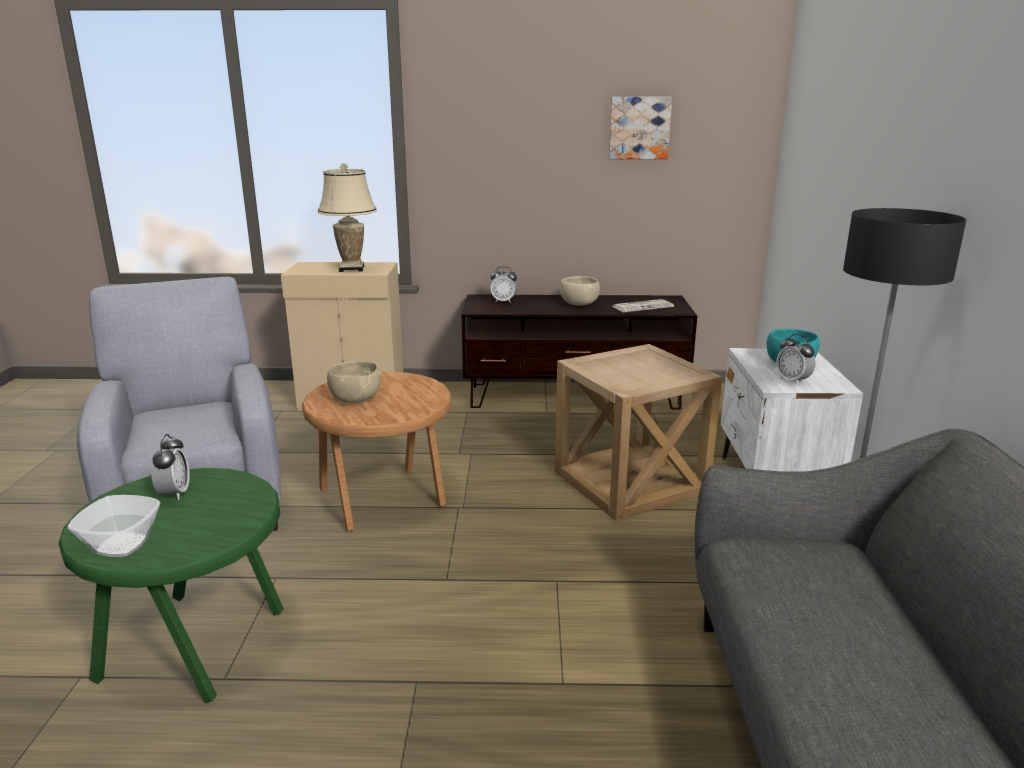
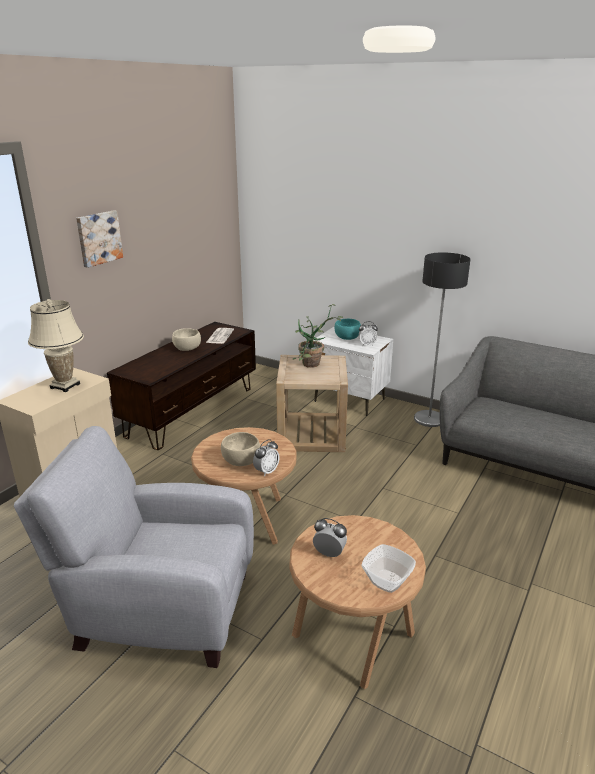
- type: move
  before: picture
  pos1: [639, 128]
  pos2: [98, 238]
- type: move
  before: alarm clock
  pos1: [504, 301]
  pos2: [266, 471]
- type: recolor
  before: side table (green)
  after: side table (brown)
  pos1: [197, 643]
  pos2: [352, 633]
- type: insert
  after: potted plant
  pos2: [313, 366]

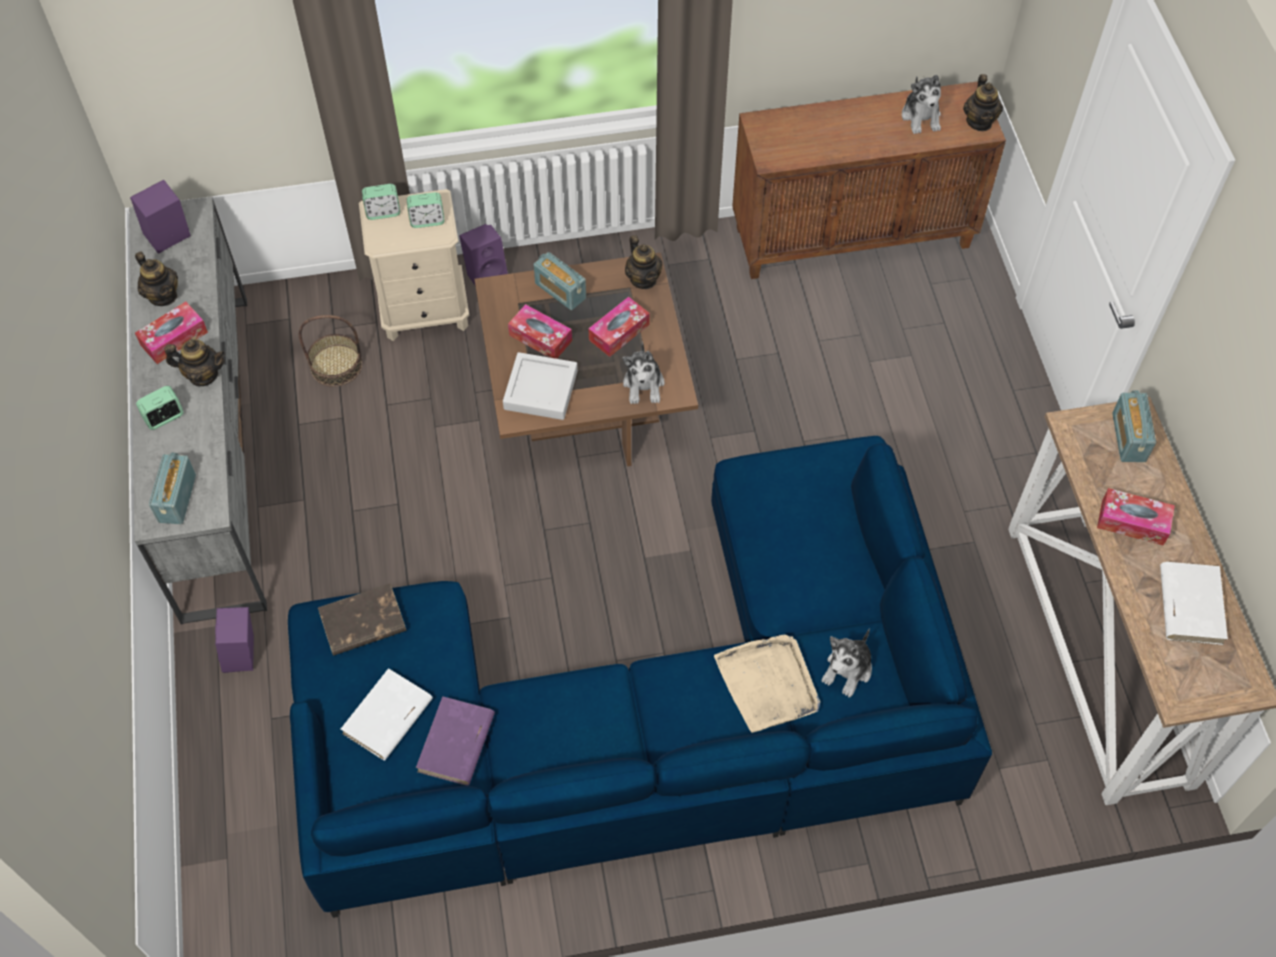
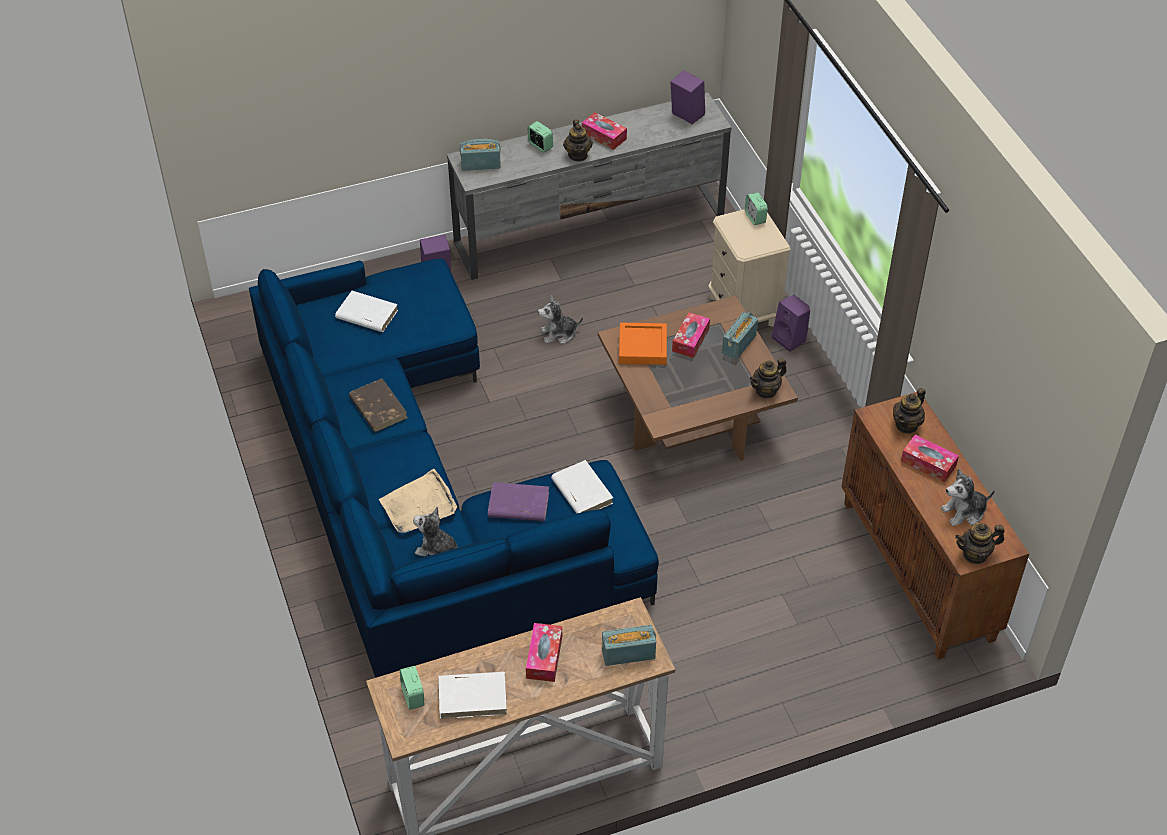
- type: move
  before: alarm clock
  pos1: [427, 220]
  pos2: [413, 696]
- type: move
  before: teapot
  pos1: [163, 295]
  pos2: [907, 425]
- type: move
  before: tissue box
  pos1: [619, 332]
  pos2: [928, 463]
- type: delete
  before: basket
  pos1: [336, 365]
- type: move
  before: plush toy
  pos1: [644, 384]
  pos2: [559, 334]
- type: recolor
  before: tray (grey)
  after: tray (orange)
  pos1: [540, 390]
  pos2: [642, 347]
- type: move
  before: book (brown)
  pos1: [362, 623]
  pos2: [378, 407]
- type: move
  before: book (purple)
  pos1: [456, 744]
  pos2: [518, 505]
- type: insert
  after: book (white)
  pos2: [581, 491]

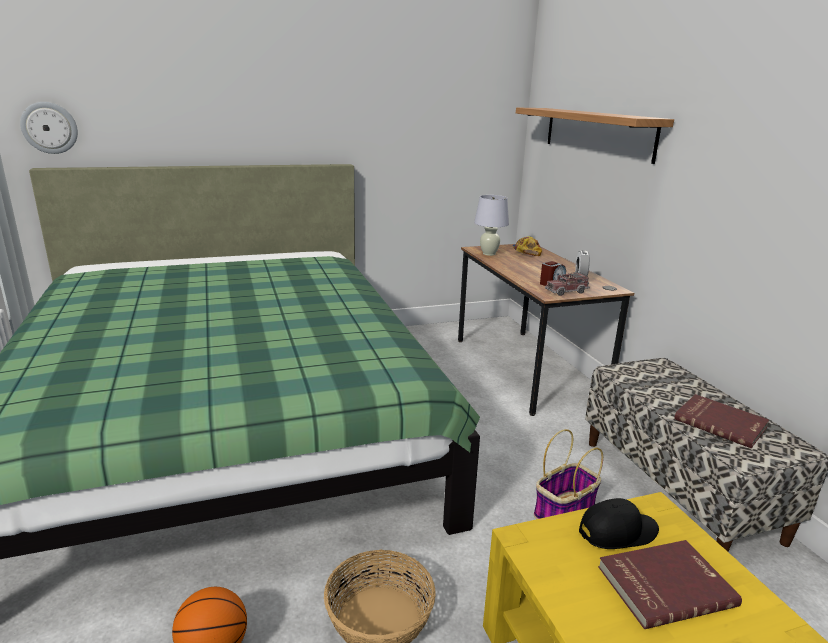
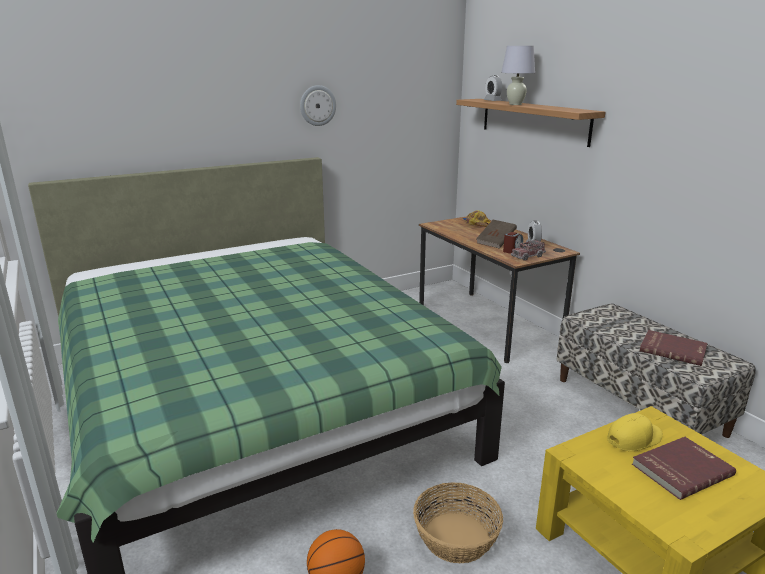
- type: move
  before: wall clock
  pos1: [49, 128]
  pos2: [317, 105]
- type: move
  before: table lamp (white)
  pos1: [488, 254]
  pos2: [515, 104]
- type: delete
  before: basket
  pos1: [564, 512]
- type: recolor
  before: cap (black)
  after: cap (yellow)
  pos1: [617, 532]
  pos2: [634, 438]
- type: insert
  after: alarm clock
  pos2: [492, 101]
- type: insert
  after: book (brown)
  pos2: [495, 242]

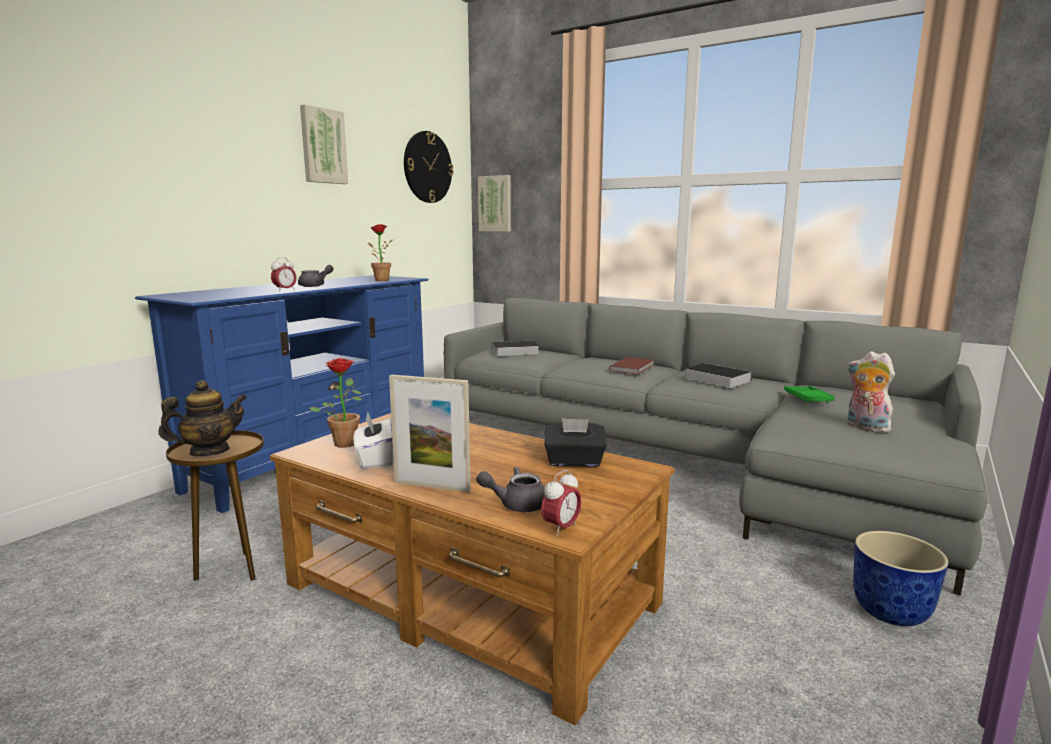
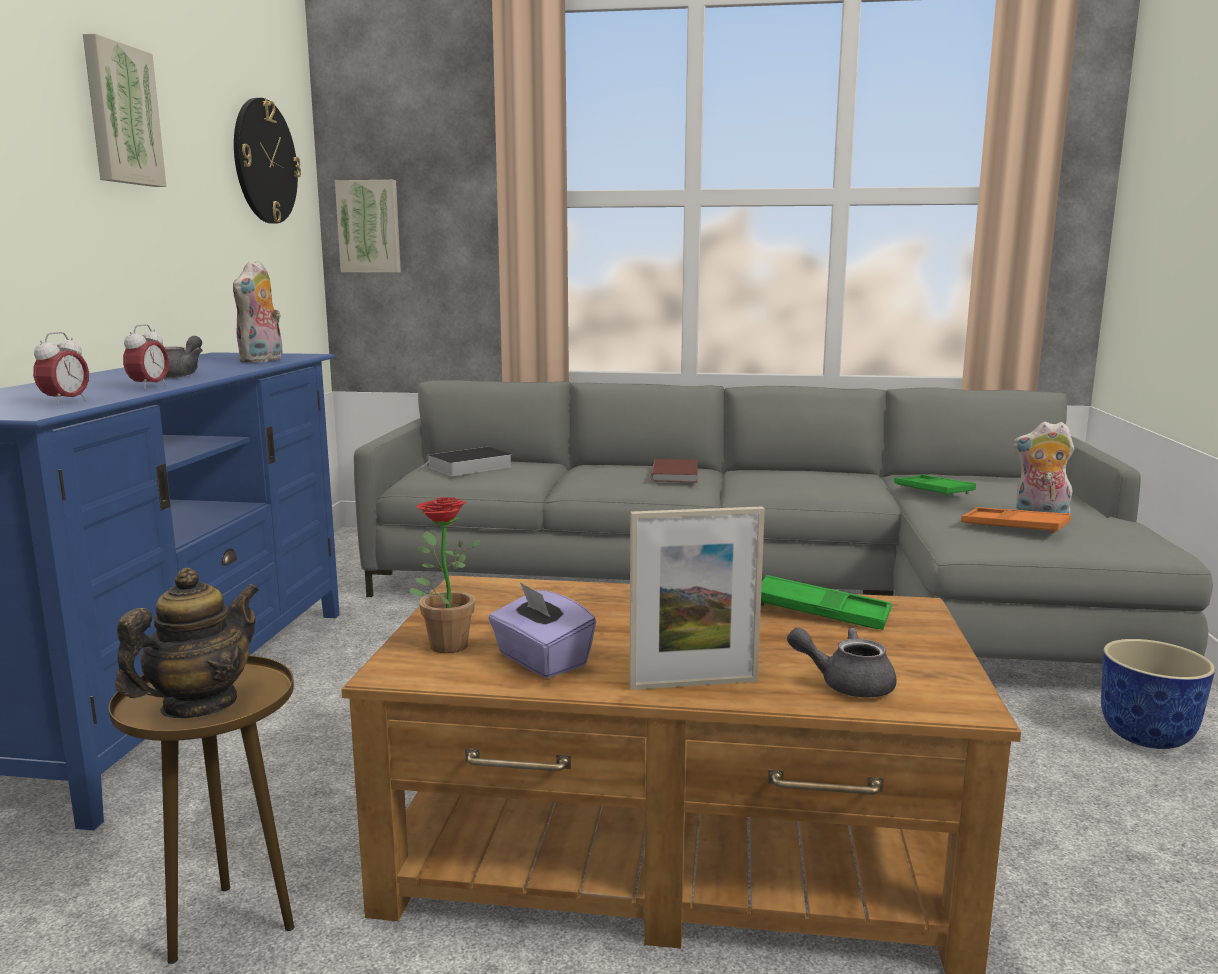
- type: replace
  before: potted plant
  after: plush toy
  pos1: [379, 280]
  pos2: [262, 361]
- type: delete
  before: book
  pos1: [714, 379]
- type: recolor
  before: tissue box (white)
  after: tissue box (purple)
  pos1: [375, 459]
  pos2: [541, 660]
- type: replace
  before: tissue box (black)
  after: tray (green)
  pos1: [574, 461]
  pos2: [821, 612]
- type: rotate
  before: teapot (grey)
  pos1: [516, 504]
  pos2: [846, 684]
  turn: 45
- type: move
  before: alarm clock
  pos1: [561, 528]
  pos2: [65, 402]
- type: insert
  after: tray (orange)
  pos2: [1014, 526]

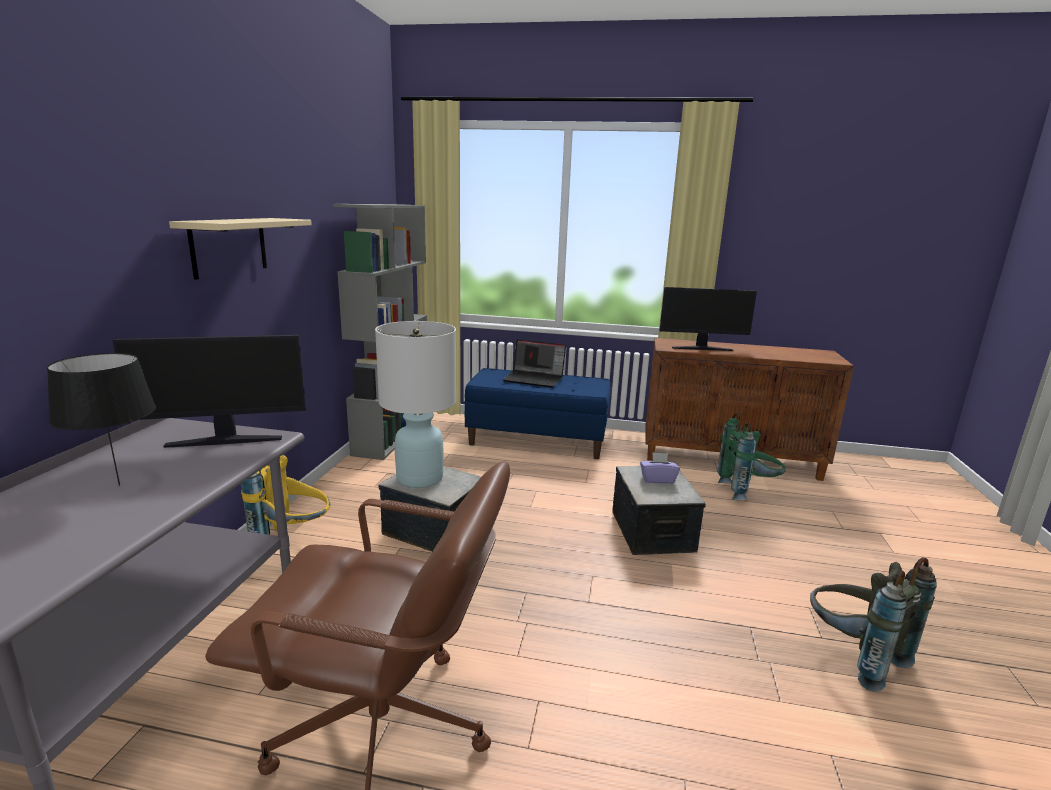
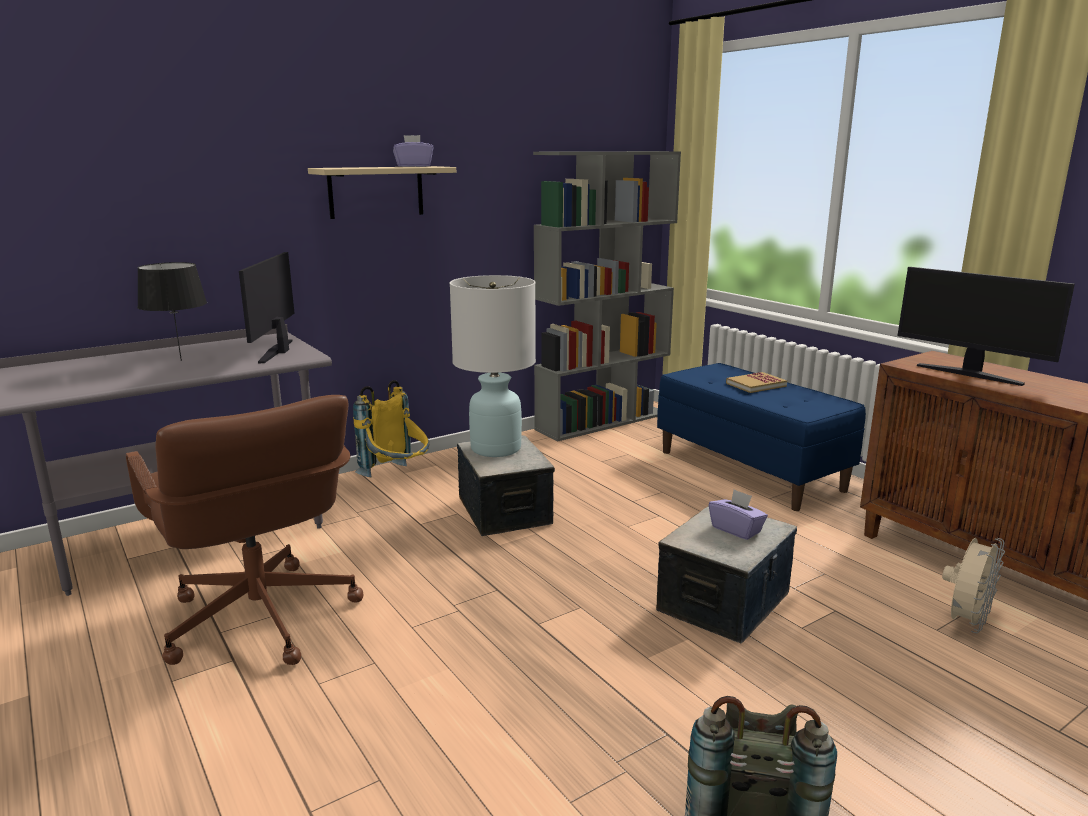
- type: rotate
  before: monitor
  pos1: [225, 441]
  pos2: [279, 351]
  turn: 60
- type: replace
  before: laptop
  after: book
  pos1: [534, 379]
  pos2: [756, 385]
- type: replace
  before: backpack (green)
  after: fan (beige)
  pos1: [748, 492]
  pos2: [966, 622]
- type: insert
  after: tissue box (purple)
  pos2: [413, 166]

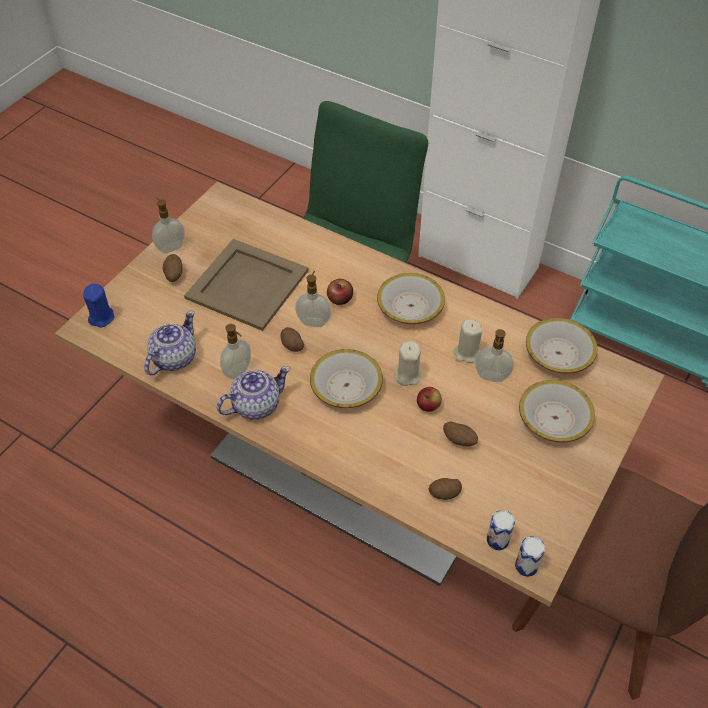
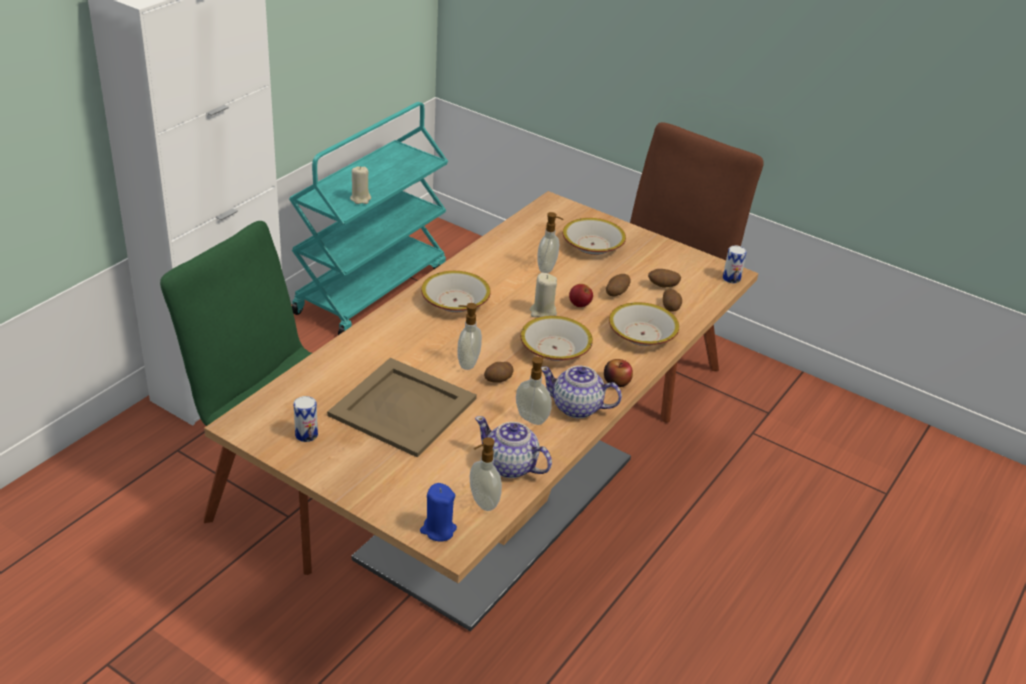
- type: move
  before: soap dispenser
  pos1: [171, 247]
  pos2: [482, 502]
- type: move
  before: potato
  pos1: [174, 275]
  pos2: [662, 286]
- type: move
  before: apple
  pos1: [340, 299]
  pos2: [616, 382]
- type: move
  before: bowl
  pos1: [558, 353]
  pos2: [642, 334]
- type: move
  before: candle (beige)
  pos1: [467, 353]
  pos2: [360, 199]
- type: rotate
  before: teapot
  pos1: [255, 405]
  pos2: [577, 407]
  turn: -45
- type: move
  before: can
  pos1: [497, 540]
  pos2: [306, 435]

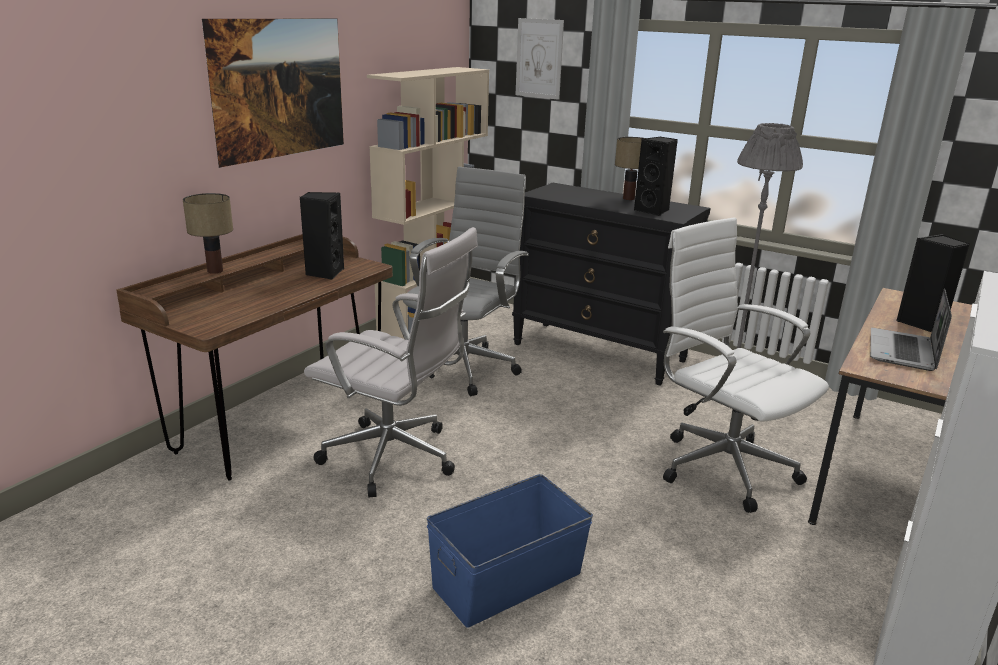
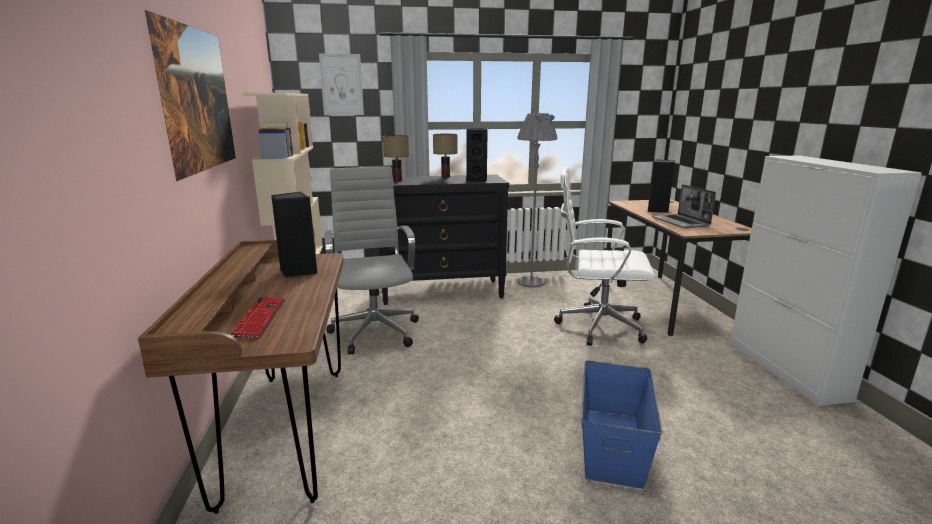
- type: move
  before: table lamp
  pos1: [215, 270]
  pos2: [397, 181]
- type: delete
  before: office chair (white)
  pos1: [395, 459]
- type: insert
  after: keyboard
  pos2: [260, 318]

